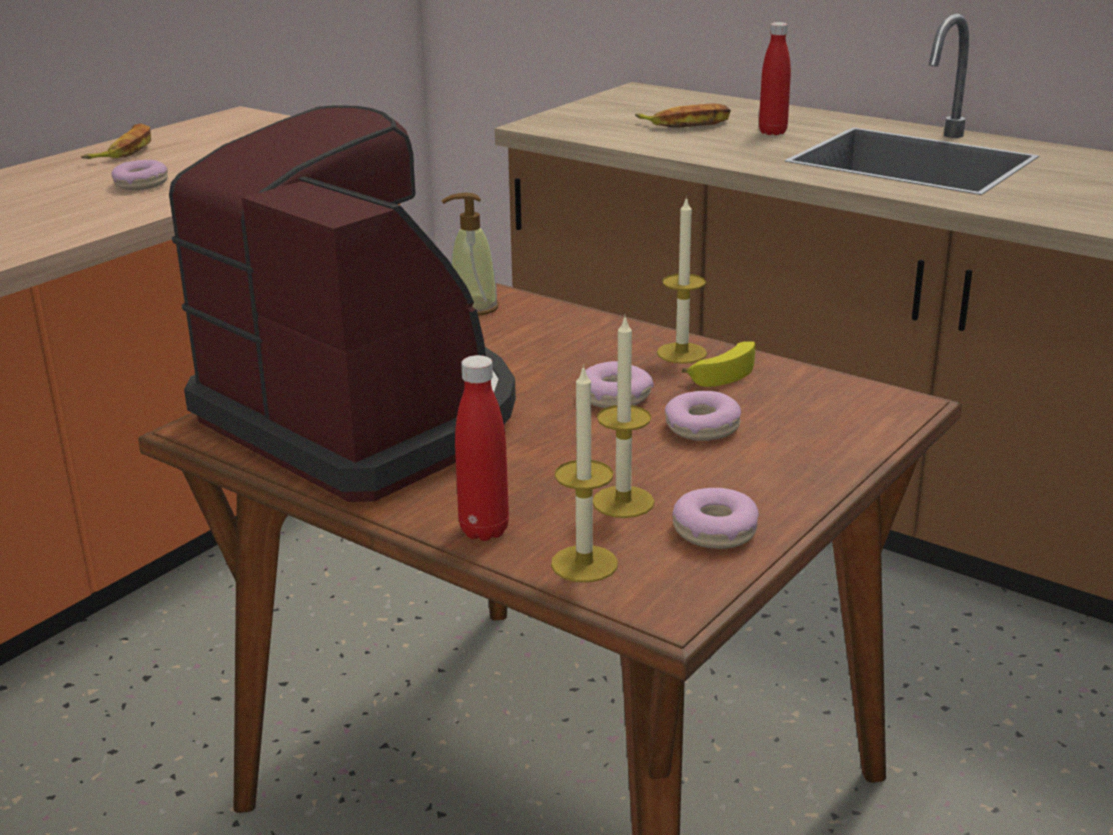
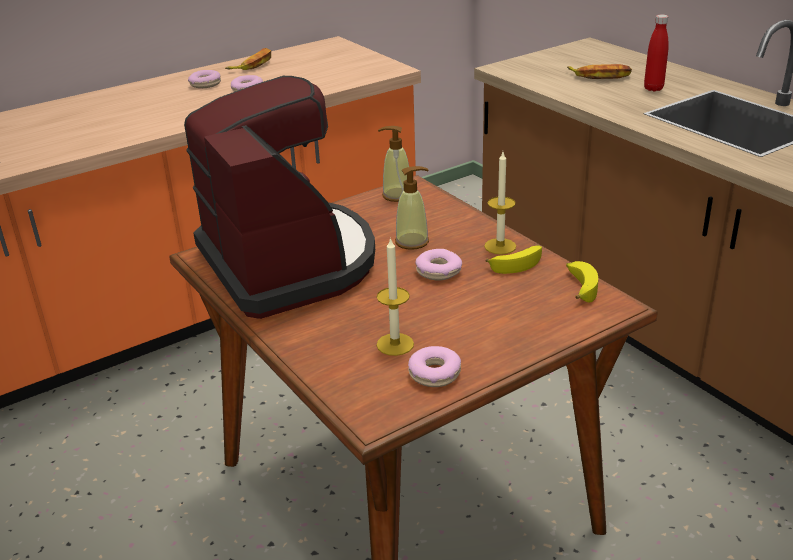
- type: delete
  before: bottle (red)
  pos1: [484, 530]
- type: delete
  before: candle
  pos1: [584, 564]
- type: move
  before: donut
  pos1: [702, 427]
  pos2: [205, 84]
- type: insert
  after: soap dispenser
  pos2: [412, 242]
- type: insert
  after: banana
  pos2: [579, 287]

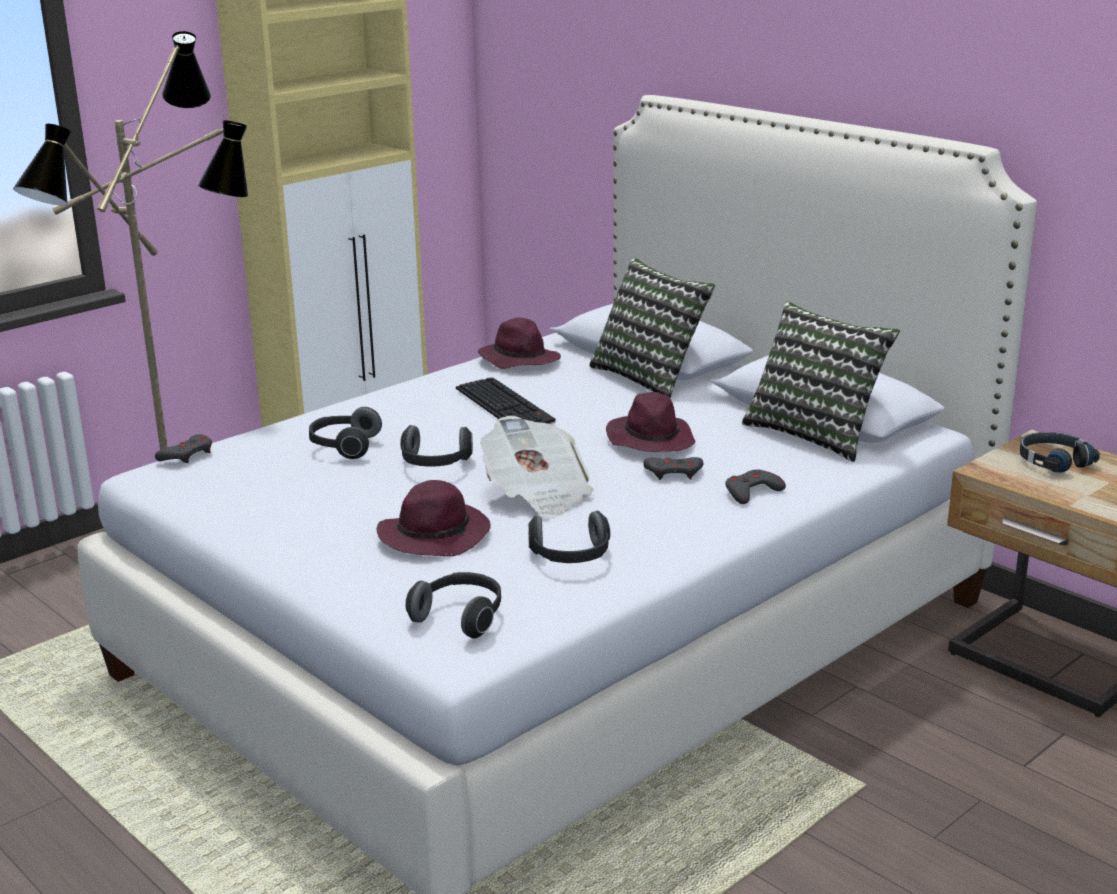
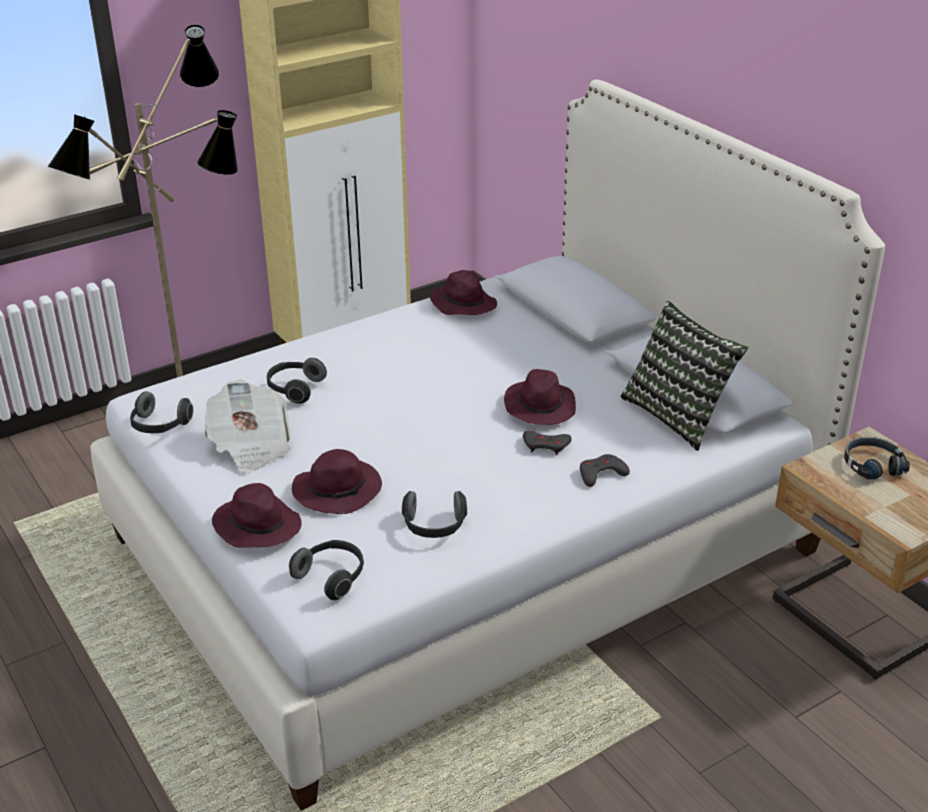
- type: delete
  before: pillow
  pos1: [650, 378]
- type: delete
  before: keyboard
  pos1: [506, 405]
- type: move
  before: newspaper
  pos1: [537, 494]
  pos2: [250, 446]
- type: move
  before: headphones
  pos1: [435, 464]
  pos2: [159, 426]
- type: delete
  before: game controller (grey)
  pos1: [187, 454]
- type: insert
  after: hat (purple)
  pos2: [256, 526]

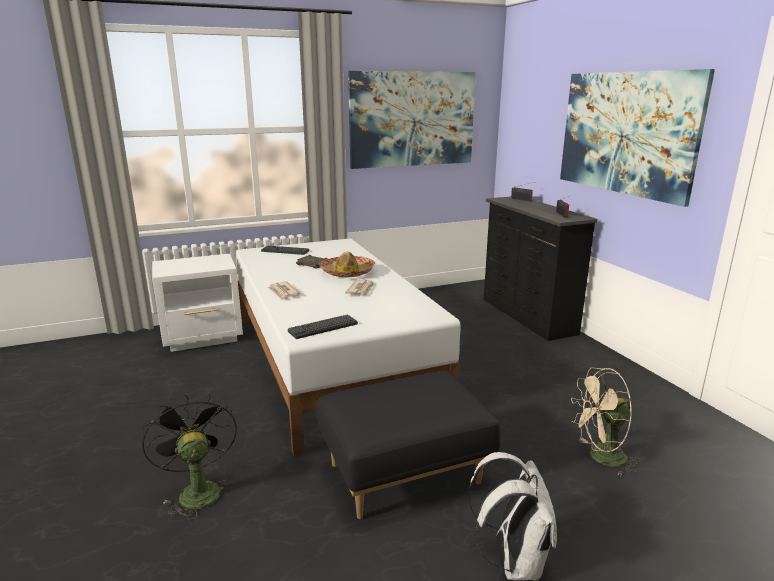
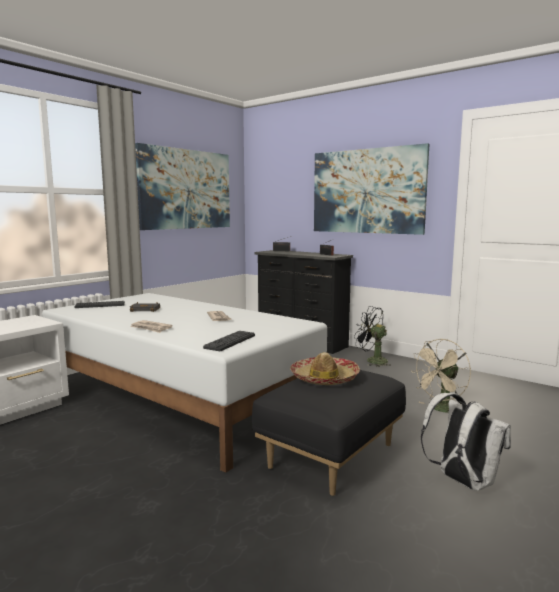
- type: move
  before: hat
  pos1: [347, 272]
  pos2: [324, 378]
- type: move
  before: fan (black)
  pos1: [196, 490]
  pos2: [372, 360]

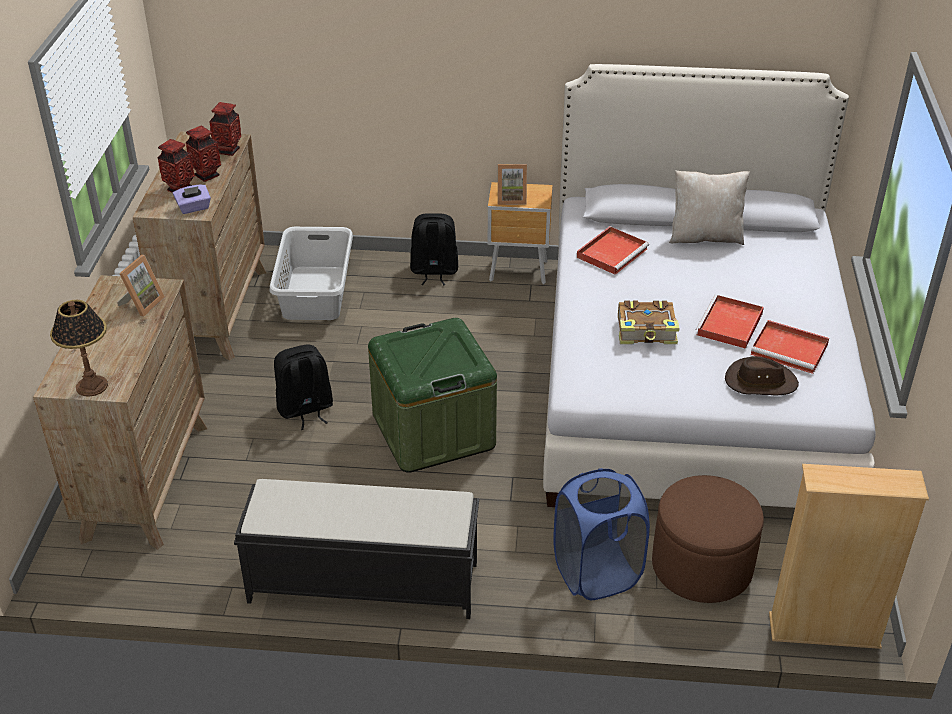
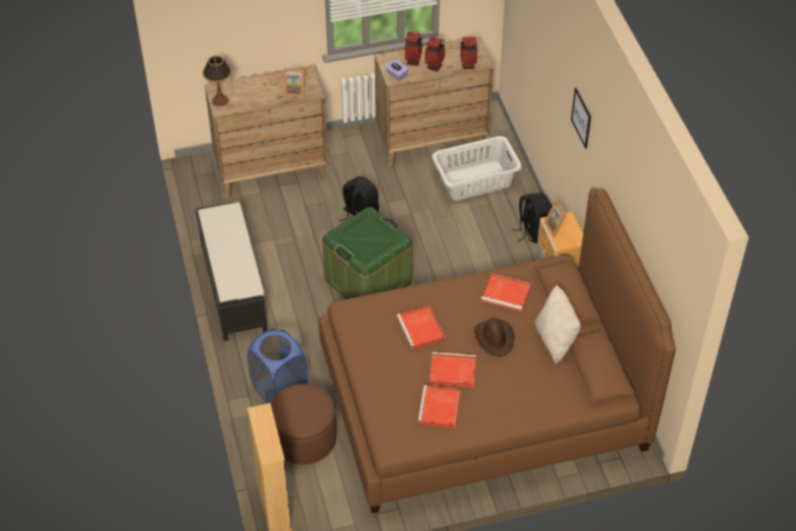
- type: recolor
  before: bed (white)
  after: bed (brown)
  pos1: [688, 379]
  pos2: [483, 399]
- type: replace
  before: book
  after: tray (red)
  pos1: [647, 331]
  pos2: [422, 329]
- type: move
  before: hat (brown)
  pos1: [760, 382]
  pos2: [494, 338]
- type: insert
  after: picture
  pos2: [581, 118]

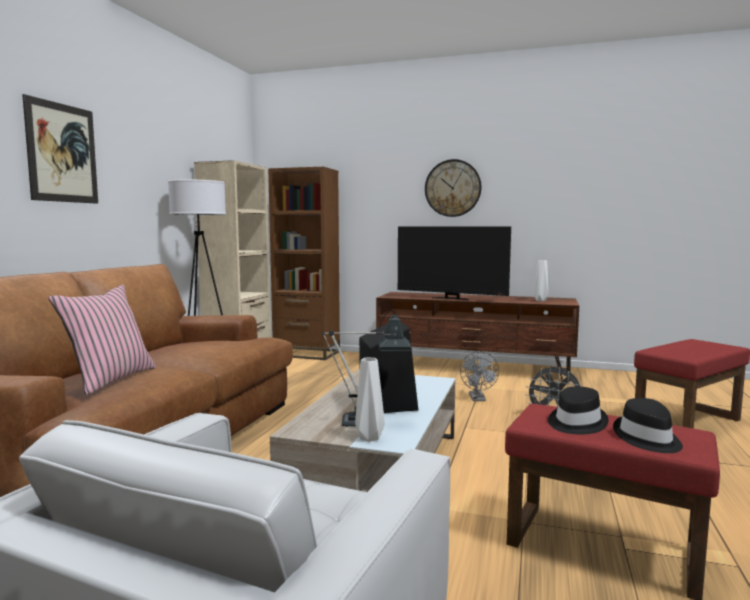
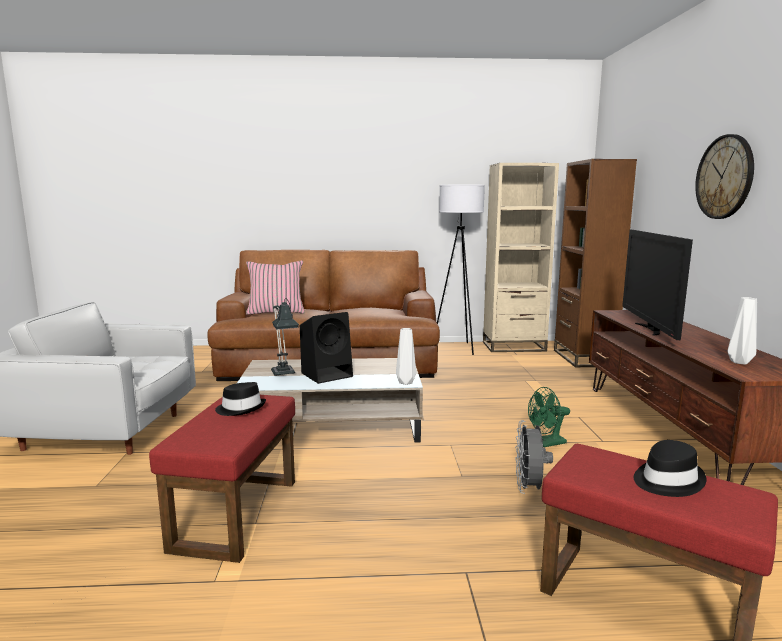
- type: delete
  before: picture
  pos1: [62, 153]
- type: recolor
  before: fan (grey)
  after: fan (green)
  pos1: [478, 399]
  pos2: [546, 443]
- type: move
  before: vase (white)
  pos1: [369, 437]
  pos2: [406, 382]
- type: move
  before: hat (black)
  pos1: [647, 438]
  pos2: [666, 480]

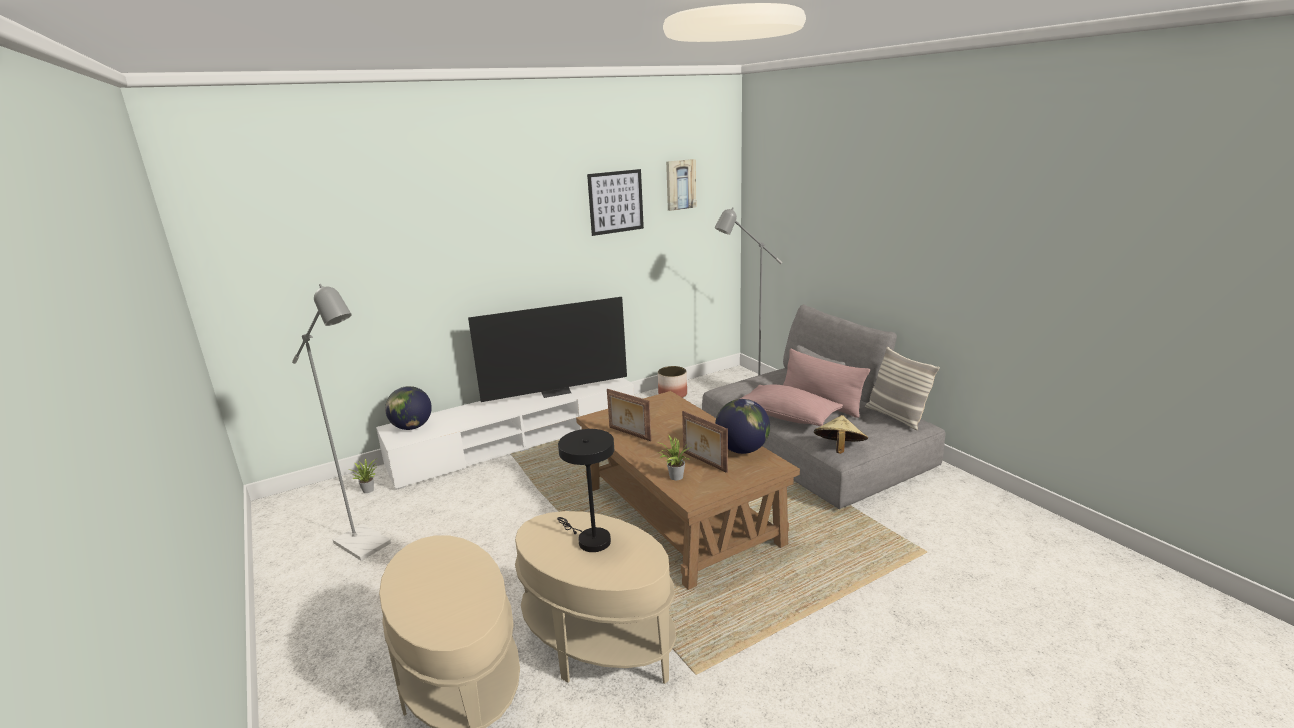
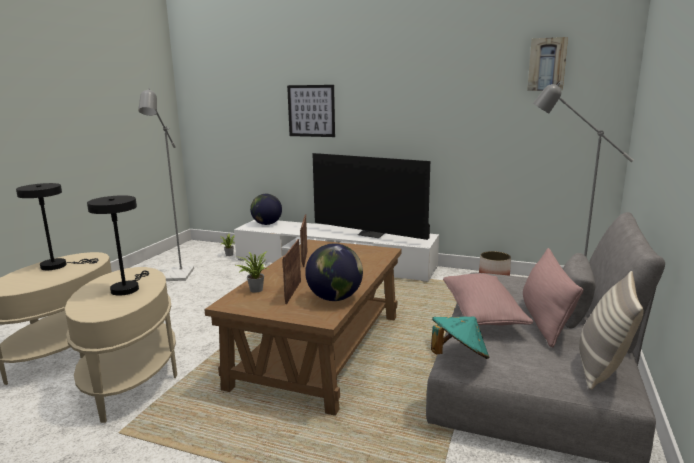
- type: move
  before: picture
  pos1: [616, 202]
  pos2: [311, 111]
- type: recolor
  before: hat (beige)
  after: hat (turquoise)
  pos1: [839, 449]
  pos2: [458, 356]
- type: insert
  after: table lamp (black)
  pos2: [58, 265]

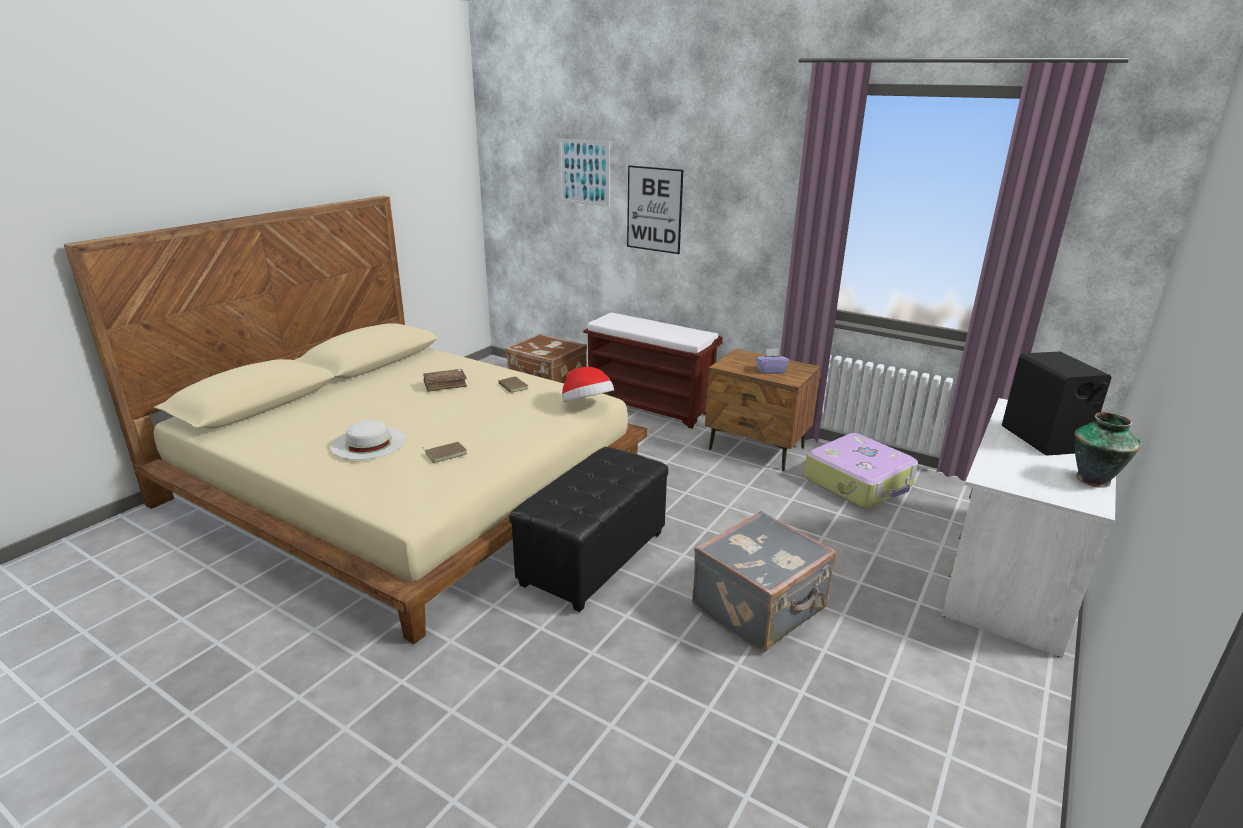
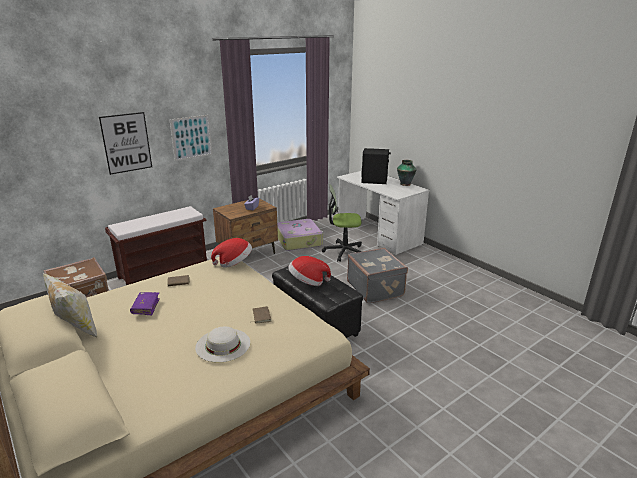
- type: move
  before: picture
  pos1: [584, 172]
  pos2: [191, 137]
- type: recolor
  before: book (brown)
  after: book (purple)
  pos1: [445, 385]
  pos2: [146, 307]
- type: insert
  after: office chair
  pos2: [343, 251]
- type: insert
  after: hat
  pos2: [308, 282]
- type: insert
  after: pillow
  pos2: [76, 328]

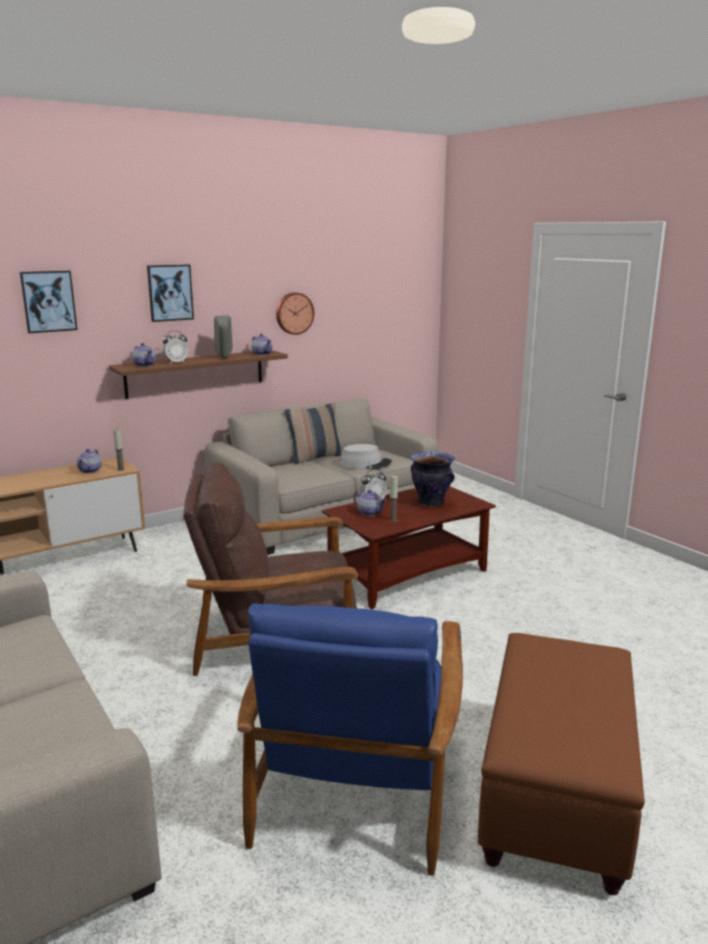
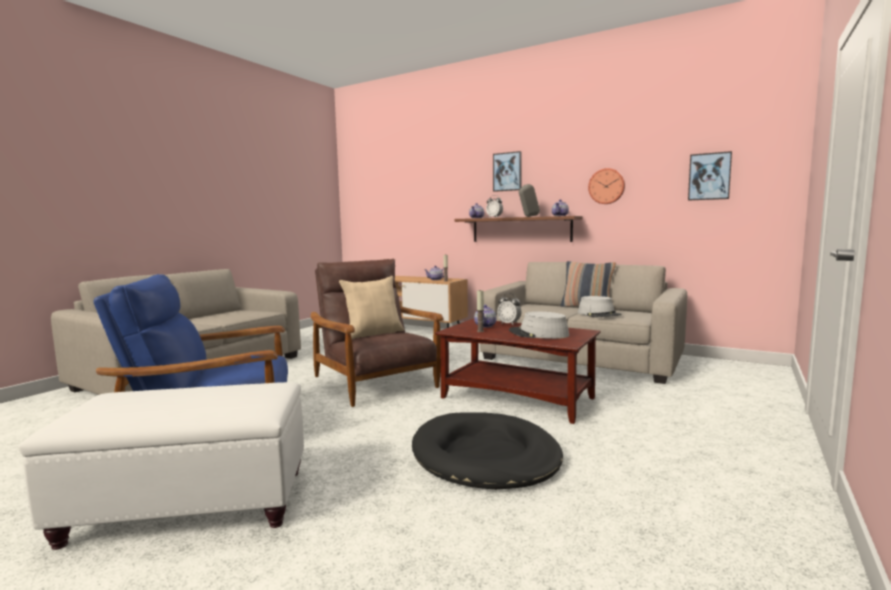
- type: move
  before: picture
  pos1: [48, 301]
  pos2: [709, 176]
- type: replace
  before: vase
  after: hat (grey)
  pos1: [431, 503]
  pos2: [538, 334]
- type: recolor
  before: ottoman (brown)
  after: ottoman (white)
  pos1: [555, 796]
  pos2: [188, 506]
- type: insert
  after: pillow (beige)
  pos2: [373, 333]
- type: insert
  after: dog bed (black)
  pos2: [485, 456]

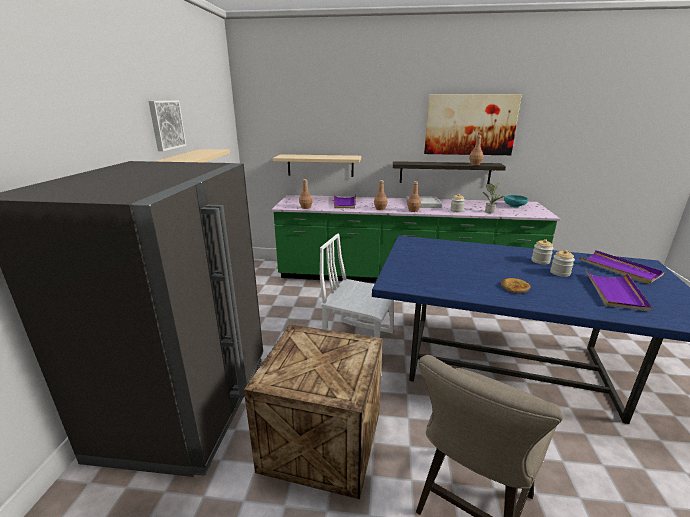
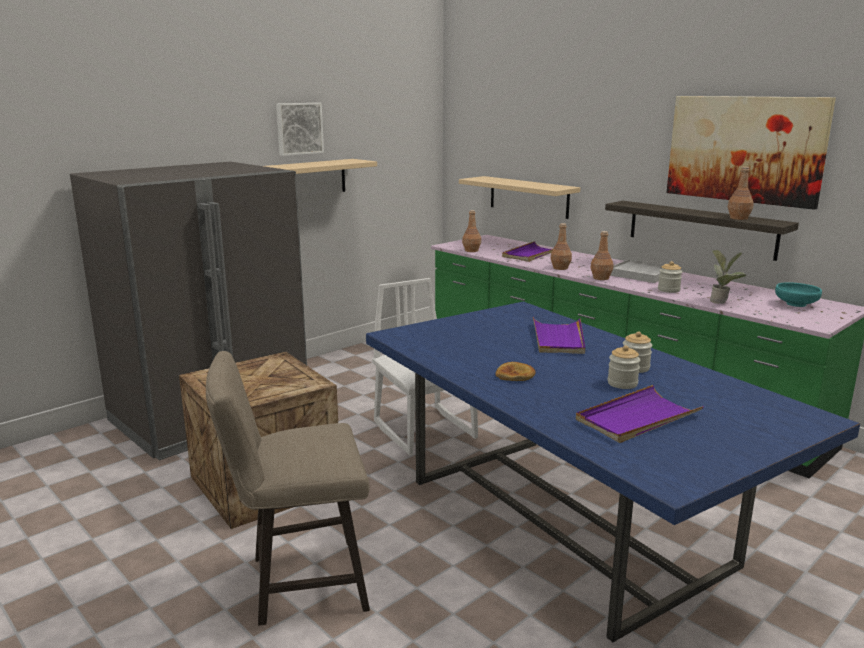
- type: move
  before: tray (purple)
  pos1: [619, 269]
  pos2: [558, 338]

